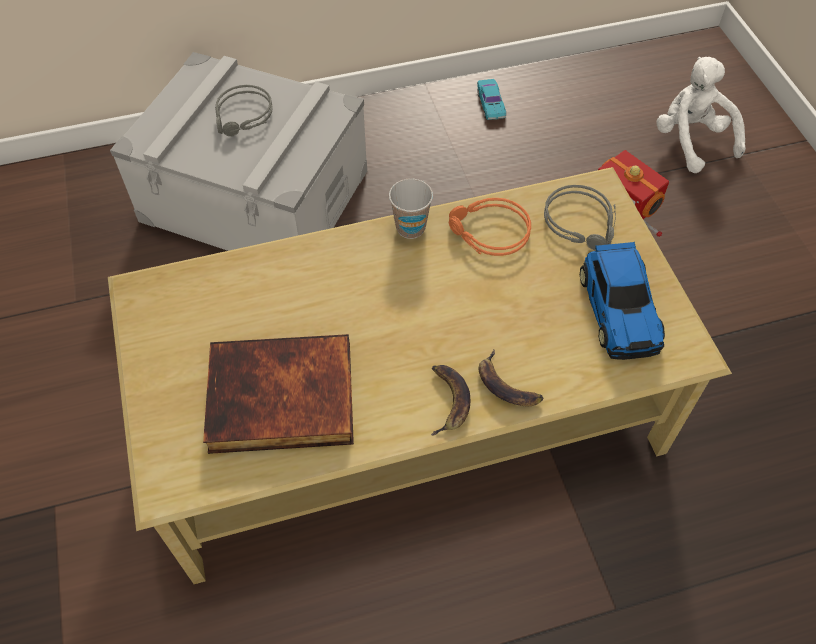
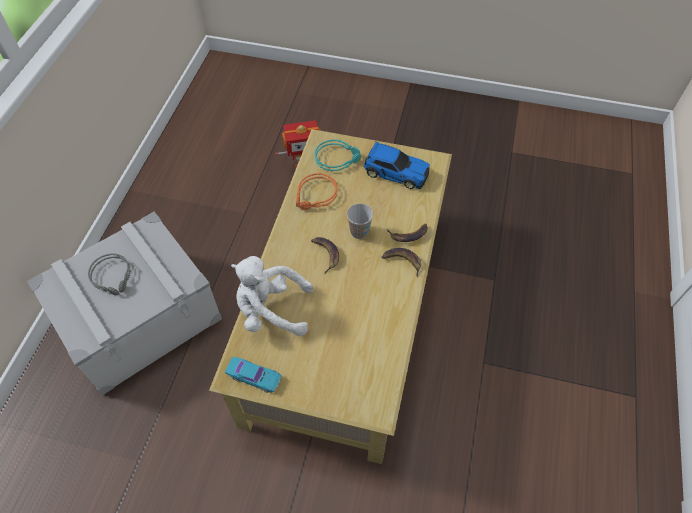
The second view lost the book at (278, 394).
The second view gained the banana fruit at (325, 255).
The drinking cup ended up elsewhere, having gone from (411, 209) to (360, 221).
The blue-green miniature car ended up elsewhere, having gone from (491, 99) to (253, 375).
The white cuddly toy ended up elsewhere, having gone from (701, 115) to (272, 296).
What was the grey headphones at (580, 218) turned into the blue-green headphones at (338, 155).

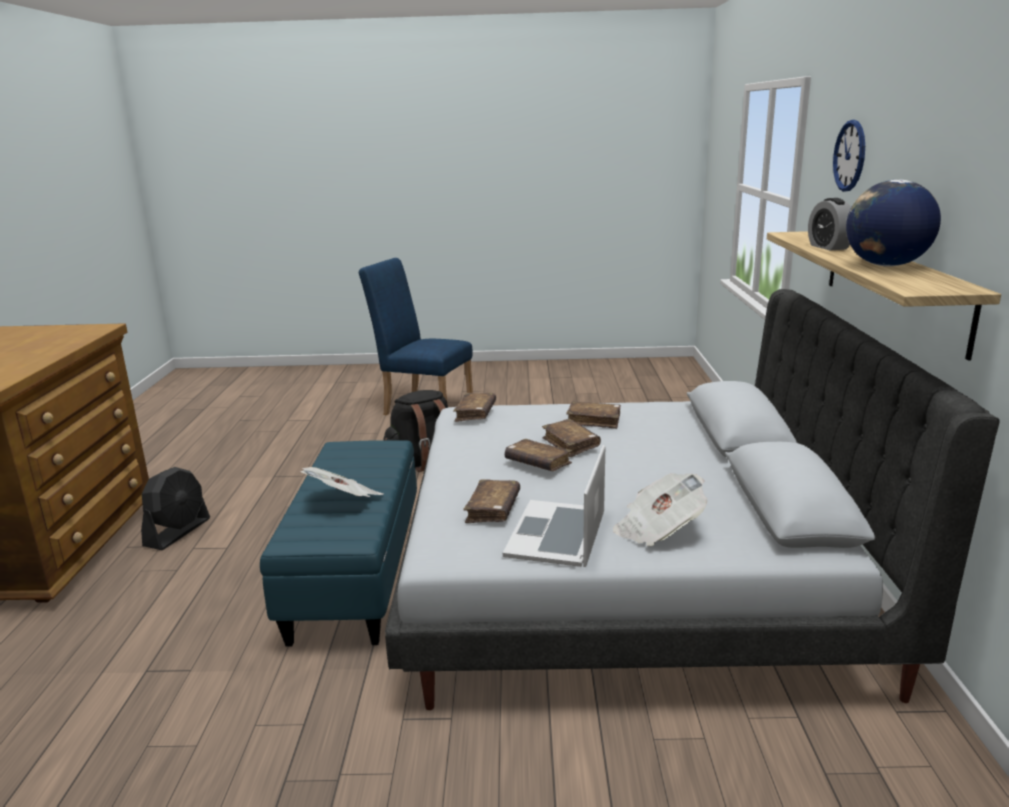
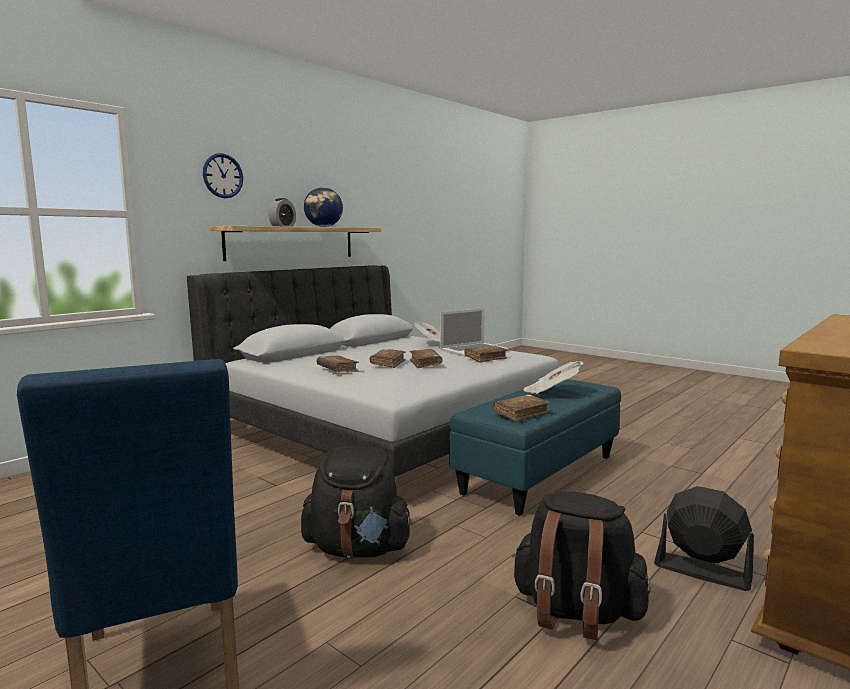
The second view gained the black backpack at (581, 565).
The brown-coloured book ended up elsewhere, having gone from (474, 407) to (522, 408).
The black electric fan at (175, 508) ended up facing another way, 60 degrees clockwise from before.

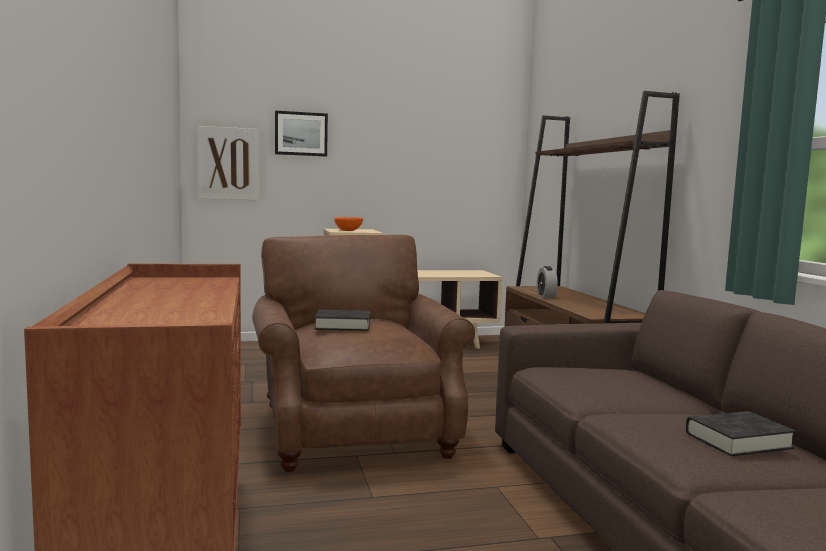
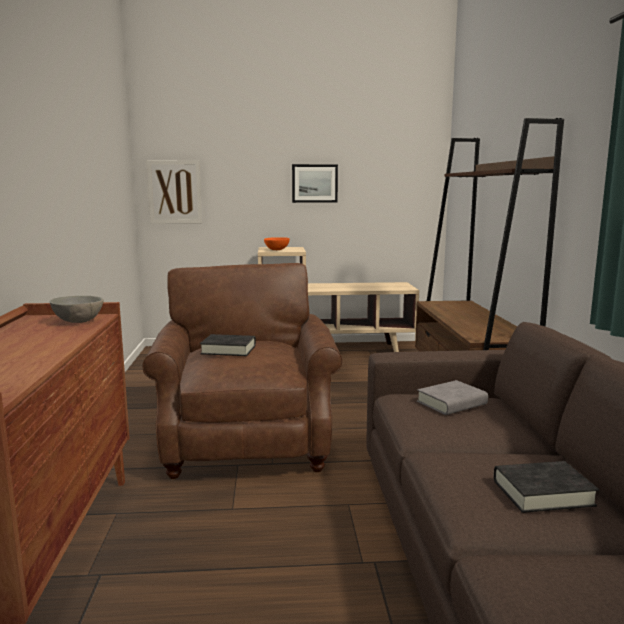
The second view lost the bedside clock at (547, 282).
The second view gained the grey bowl at (76, 309).
The second view gained the grey book at (452, 397).
The wall picture ended up elsewhere, having gone from (301, 133) to (315, 183).

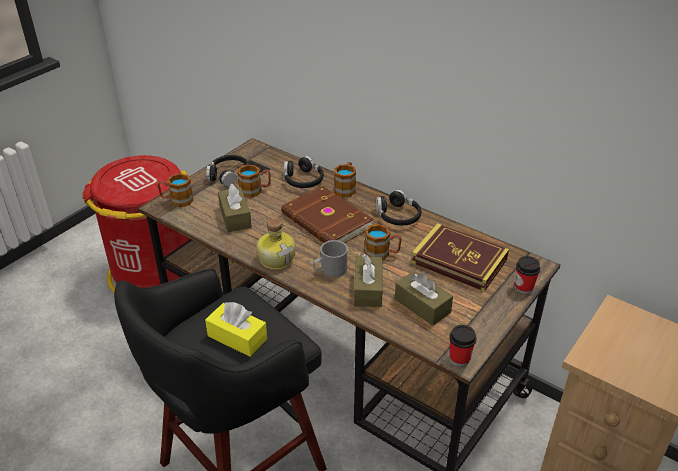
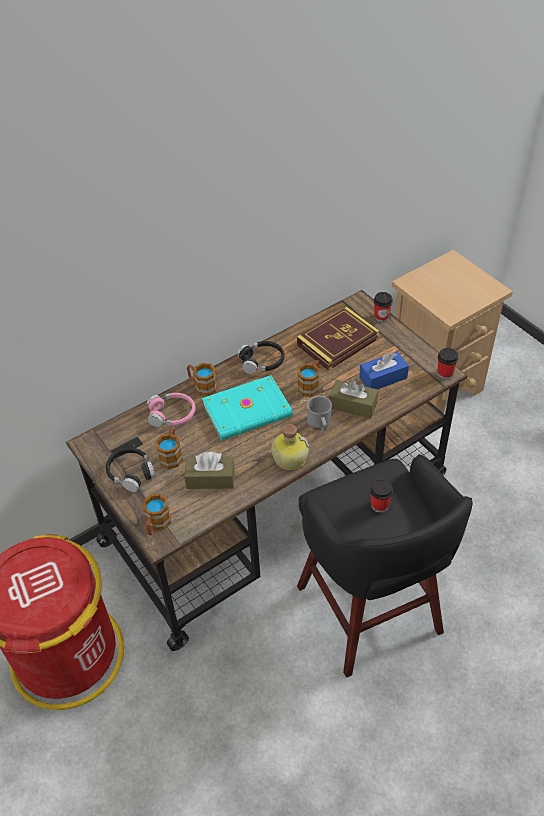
Where the yellow-coloured tissue holder stood at (236, 329), the drinking cup came to stand at (381, 496).
What was the brown-coloured book at (327, 214) turned into the blue-green book at (247, 408).
What was the black headphones at (304, 172) turned into the pinkish headphones at (171, 410).
What was the brown-coloured tissue holder at (424, 298) turned into the blue-coloured tissue holder at (384, 370).

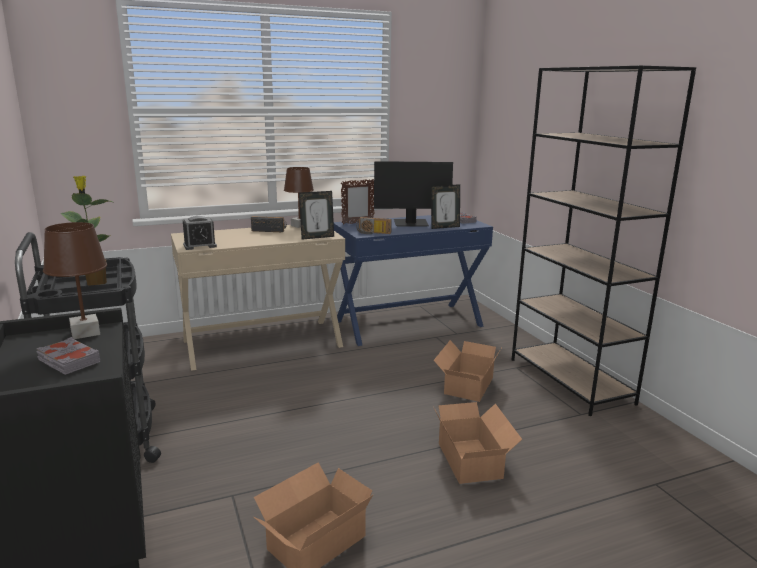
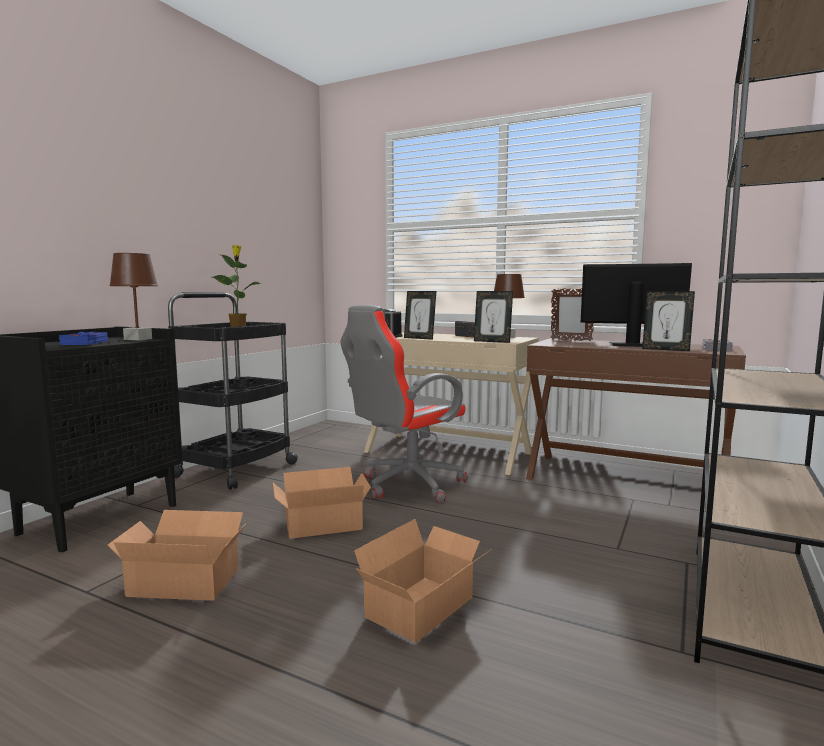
The second view lost the radio at (374, 225).
The second view gained the grey computer chair at (404, 404).
The second view gained the picture frame at (420, 315).
The cardboard box ended up elsewhere, having gone from (468, 371) to (322, 503).
What was the grey book at (68, 356) turned into the blue-coloured book at (83, 338).
What was the blue-coloured desk unit at (413, 280) turned into the brown-coloured desk unit at (636, 409).
The monitor at (413, 194) ended up facing another way, 150 degrees clockwise from before.

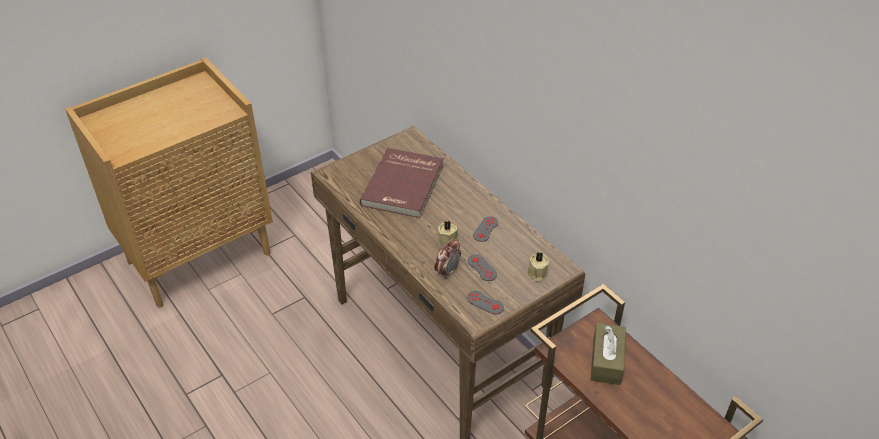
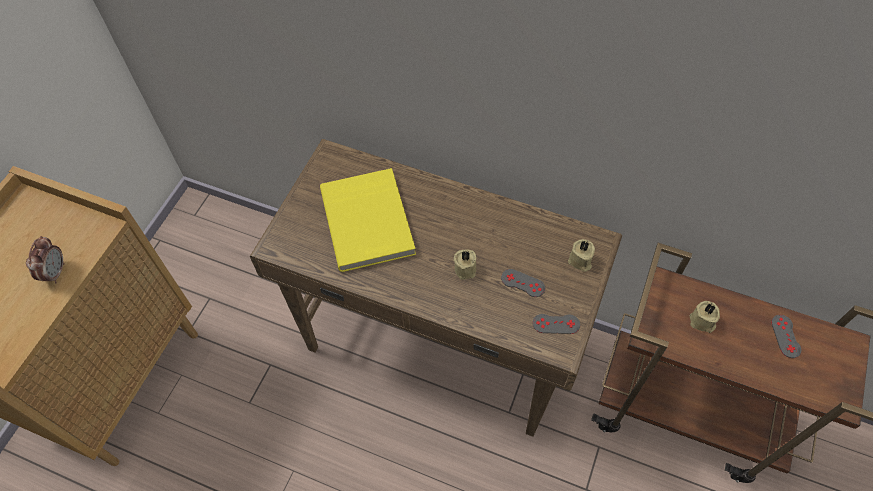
The bedside clock ended up elsewhere, having gone from (447, 258) to (45, 259).
The grey gamepad ended up elsewhere, having gone from (485, 229) to (786, 336).
Where the brown-coloured tissue holder stood at (608, 354), the sand-coloured candle came to stand at (705, 317).
What was the reddish book at (402, 183) turned into the yellow-coloured book at (368, 220).

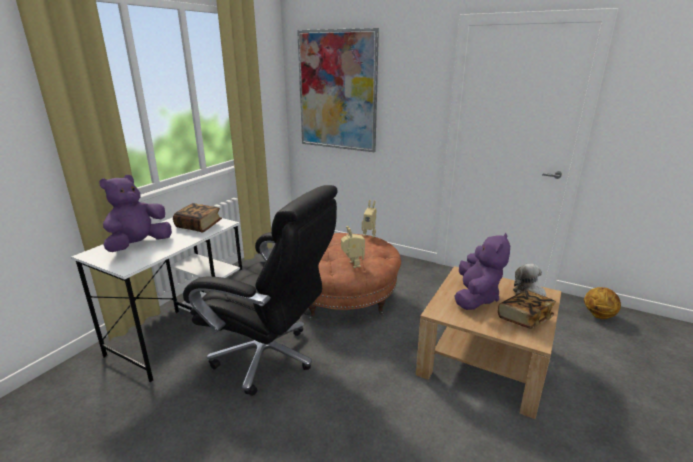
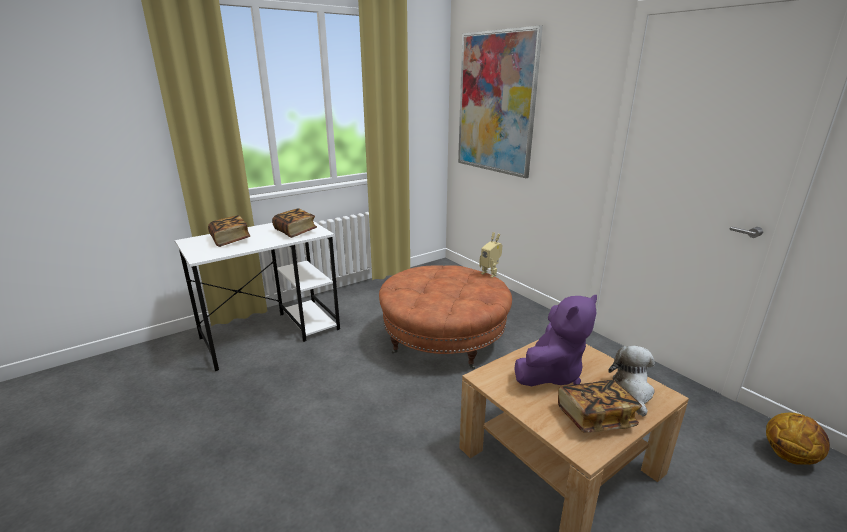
The second view lost the black computer chair at (260, 290).
The second view lost the model robot at (353, 247).
Where the purplish cuddly toy stood at (135, 213), the book came to stand at (229, 231).

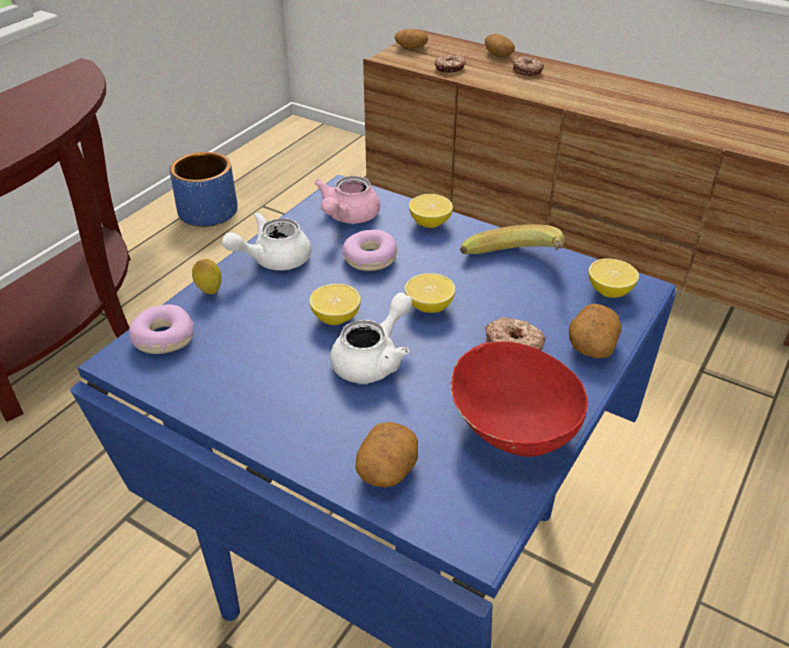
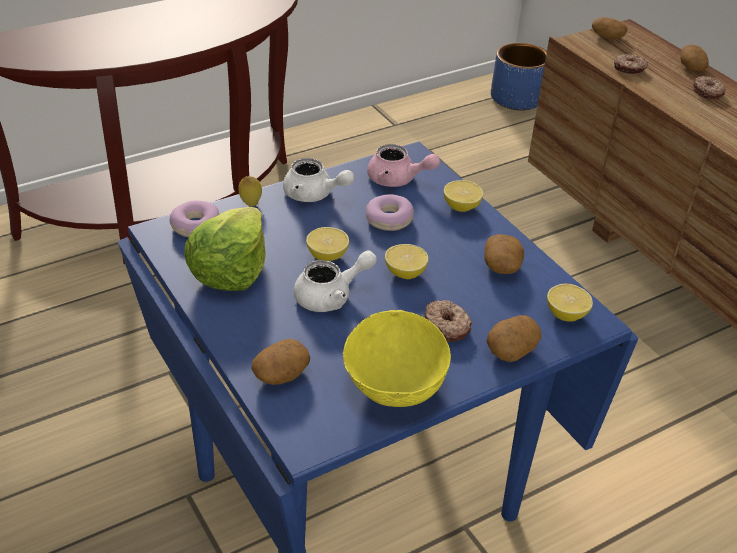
The second view gained the head of lettuce at (225, 249).
The blue-coloured planter ended up elsewhere, having gone from (203, 189) to (519, 76).
Where the banana fruit stood at (512, 239), the potato came to stand at (504, 254).
What was the reddish bowl at (519, 399) turned into the yellow-coloured bowl at (397, 358).
The white pot for tea at (266, 241) ended up facing another way, 150 degrees counterclockwise from before.
The pinkish pot for tea at (347, 199) ended up facing another way, 120 degrees counterclockwise from before.

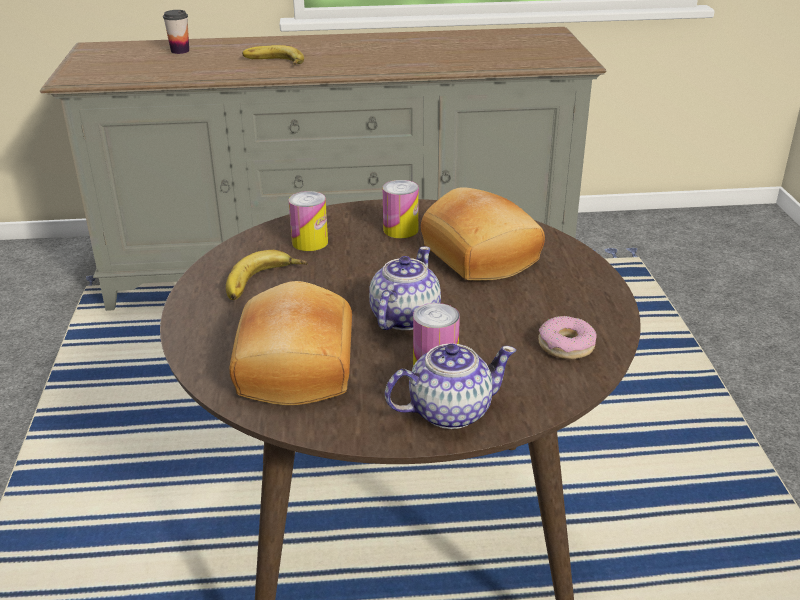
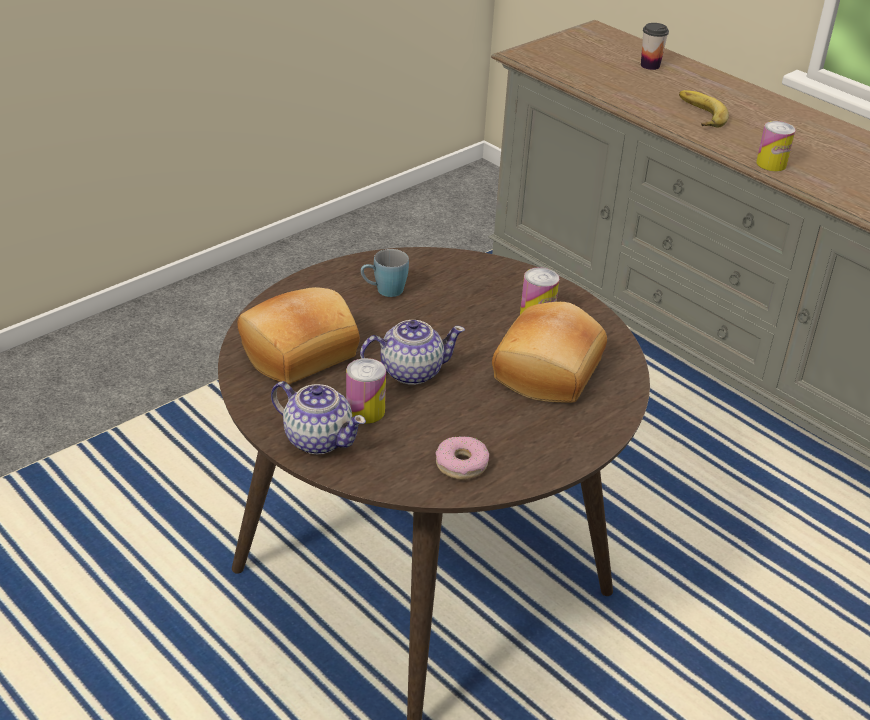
The metal can ended up elsewhere, having gone from (308, 221) to (775, 146).
Where the banana fruit stood at (266, 275), the blue-coloured coffee mug came to stand at (385, 273).

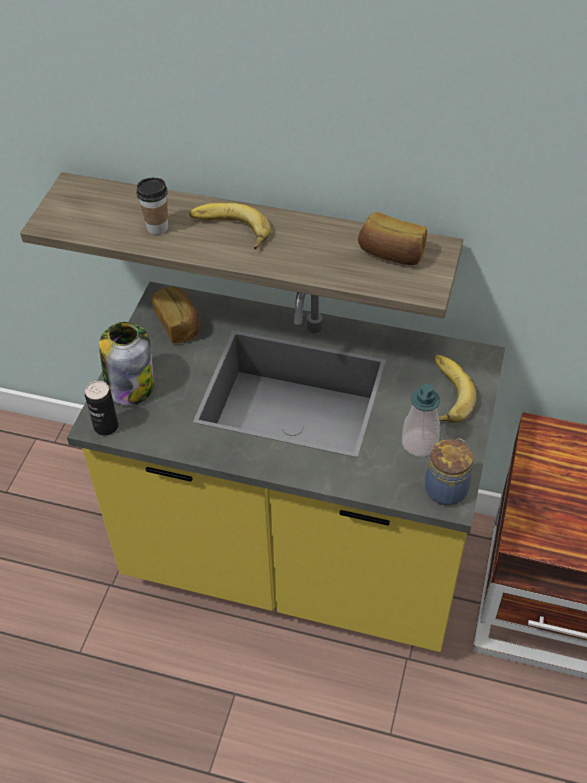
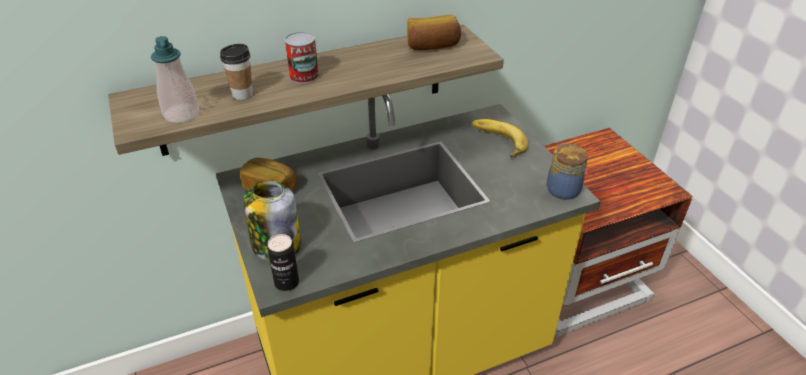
The liquid soap bottle ended up elsewhere, having gone from (421, 420) to (175, 79).
Where the banana fruit stood at (230, 226), the metal can came to stand at (301, 57).

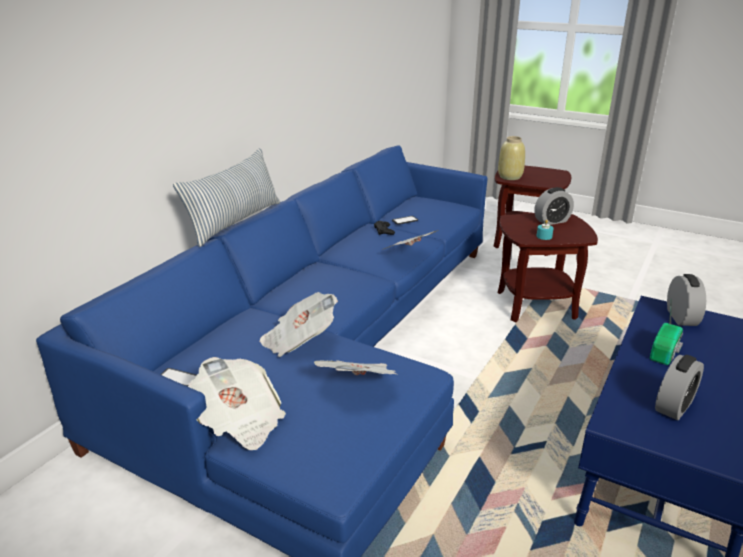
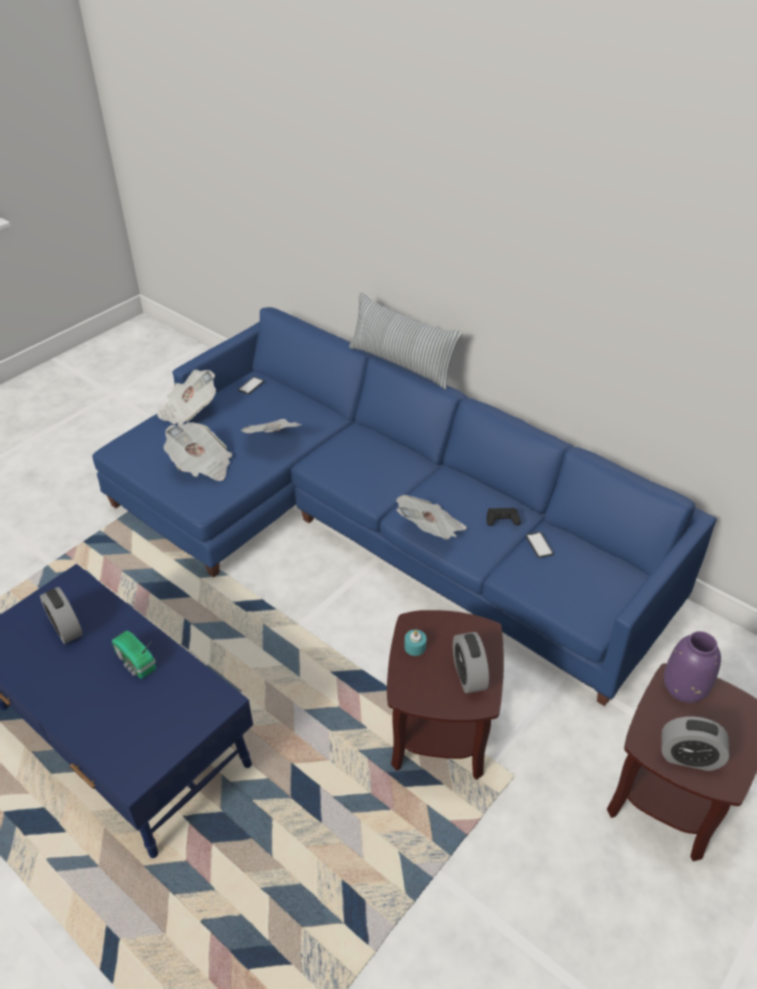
The bedside clock ended up elsewhere, having gone from (686, 300) to (695, 743).
What was the sand-coloured vase at (511, 158) turned into the purplish vase at (692, 667).

